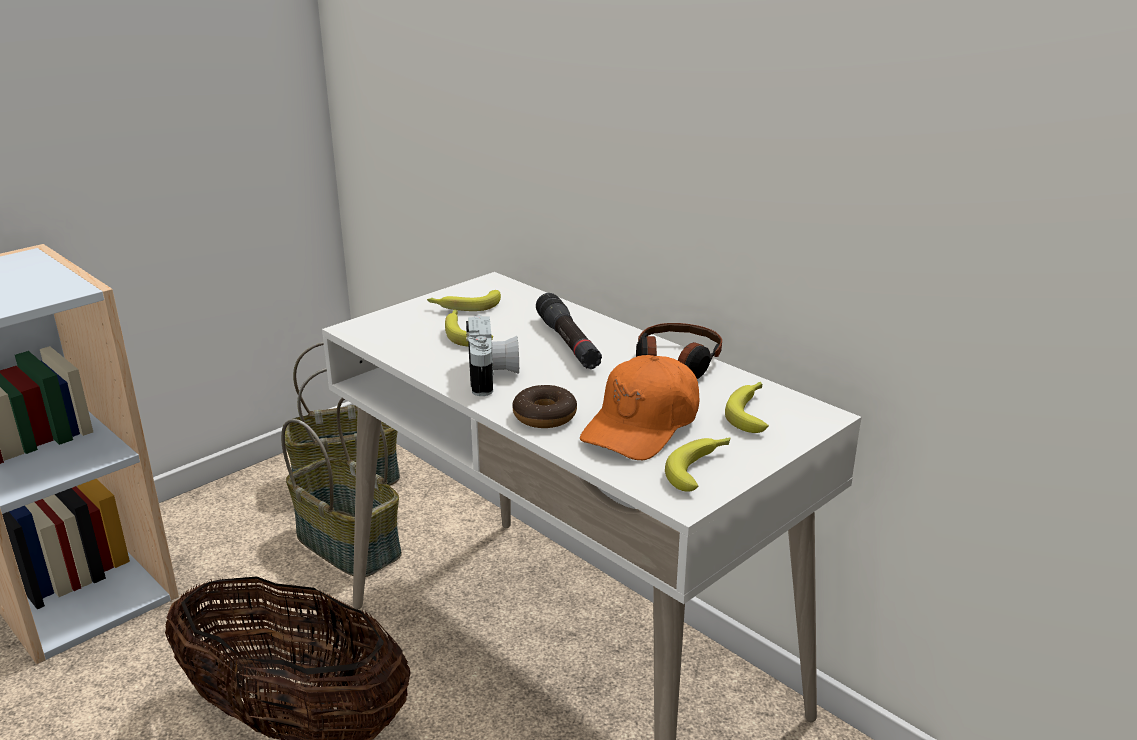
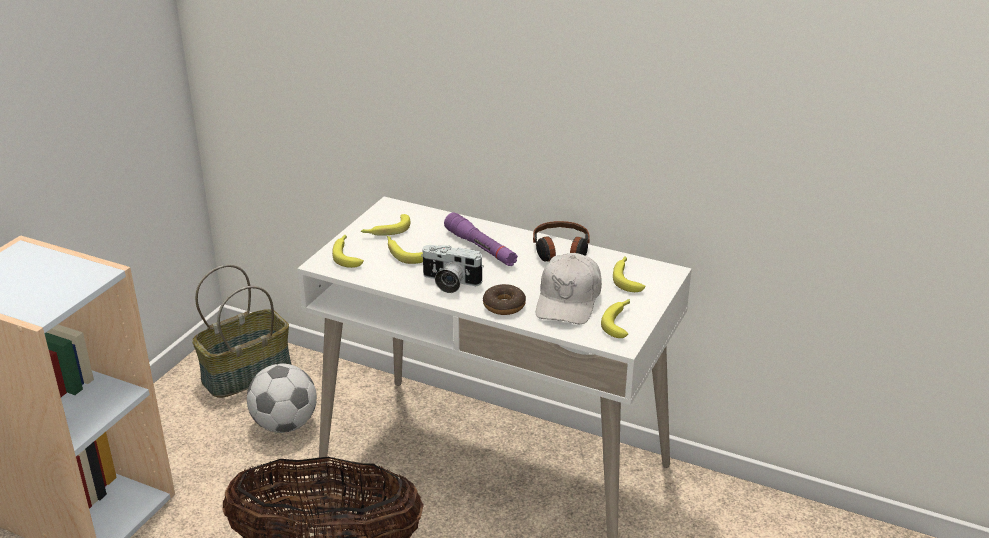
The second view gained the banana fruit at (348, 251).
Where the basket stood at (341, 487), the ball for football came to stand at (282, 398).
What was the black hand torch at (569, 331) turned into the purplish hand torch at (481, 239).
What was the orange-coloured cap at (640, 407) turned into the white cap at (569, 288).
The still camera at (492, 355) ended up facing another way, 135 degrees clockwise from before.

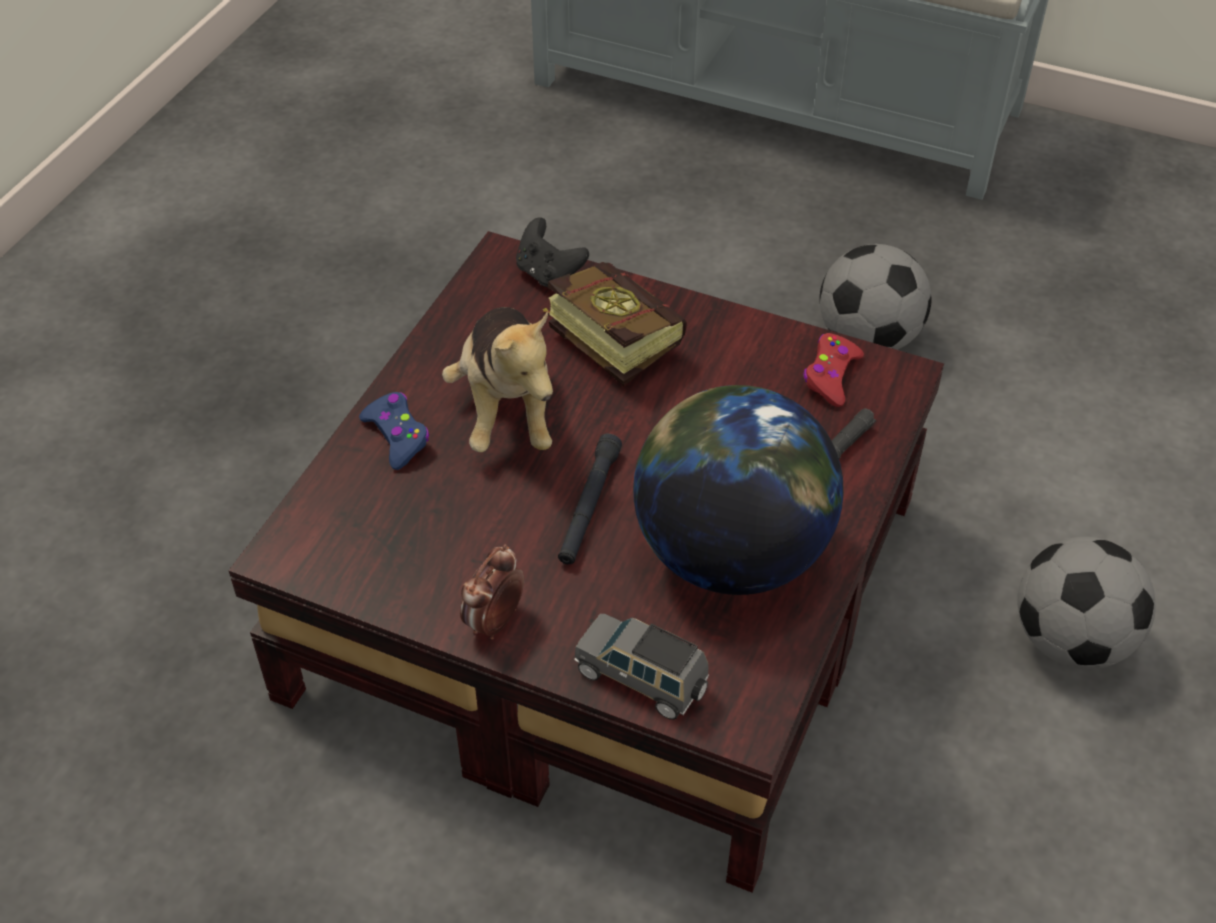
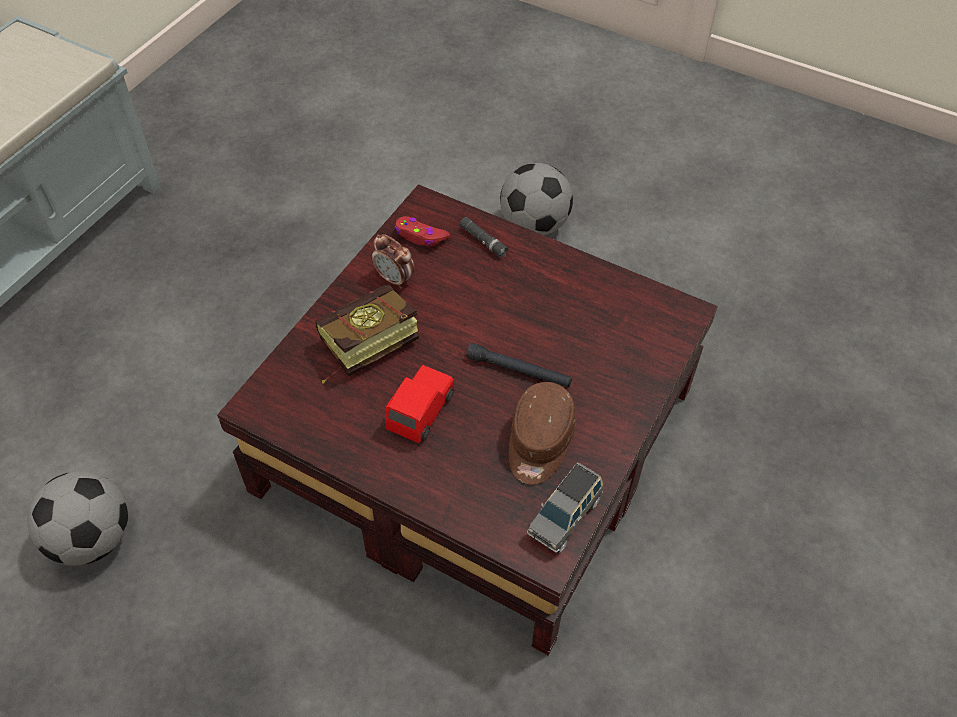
The second view lost the blue-coloured gamepad at (394, 431).
The second view lost the black gamepad at (552, 252).
The second view lost the world globe at (738, 490).
The second view gained the brown-coloured cap at (542, 433).
The bedside clock ended up elsewhere, having gone from (492, 592) to (393, 261).
The grey miniature car ended up elsewhere, having gone from (641, 667) to (565, 508).
The ball for football ended up elsewhere, having gone from (876, 297) to (77, 518).
Where the cuddly toy stood at (497, 379), the reddish miniature car came to stand at (419, 404).

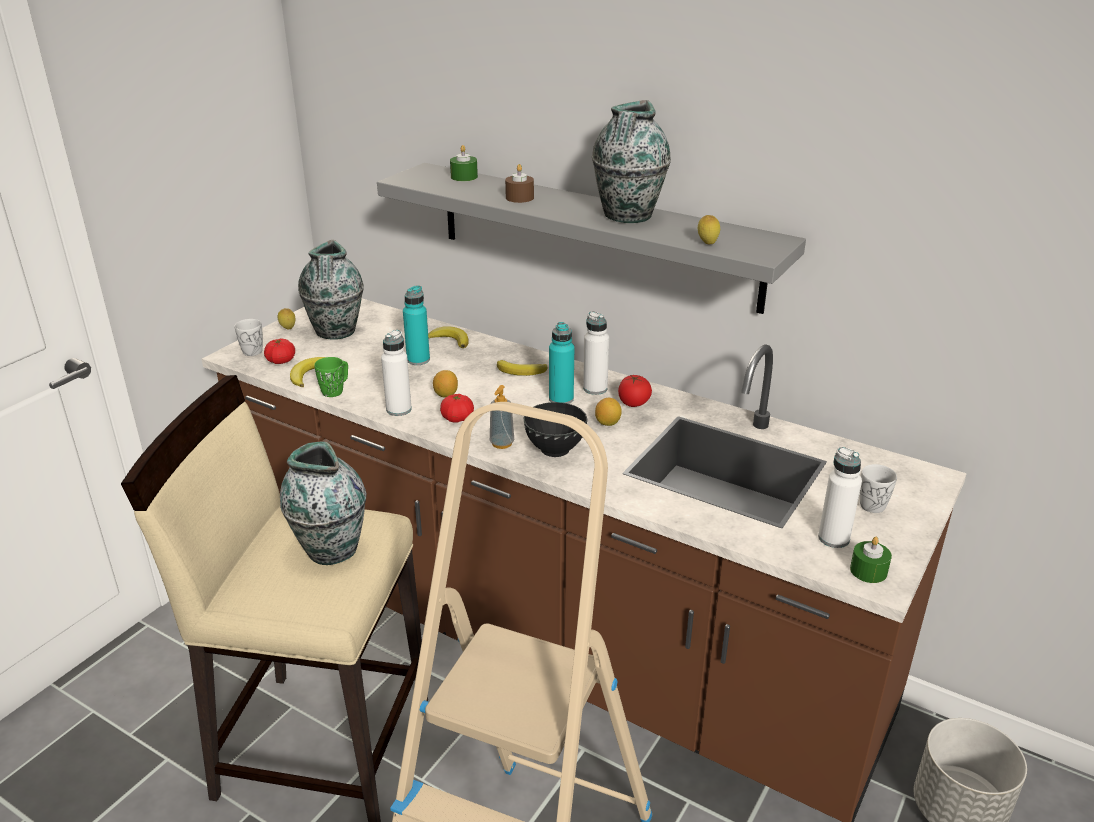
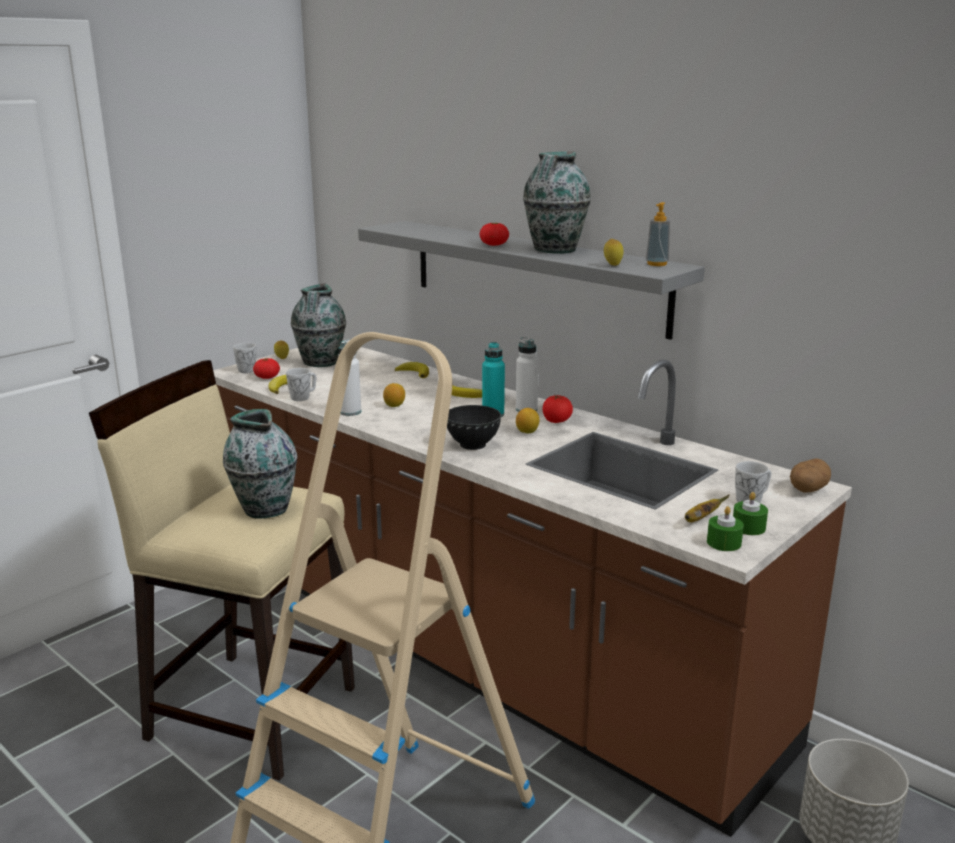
The second view lost the blue-green drink bottle at (416, 325).
The second view lost the brown-coloured candle at (519, 183).
The second view gained the potato at (810, 476).
The whole tomato ended up elsewhere, having gone from (457, 408) to (494, 234).
The green-coloured candle ended up elsewhere, having gone from (464, 163) to (750, 513).
The liquid soap bottle ended up elsewhere, having gone from (502, 417) to (658, 234).
Where the white drink bottle stood at (840, 497), the banana fruit came to stand at (707, 508).
What was the green-coloured coffee mug at (331, 377) turned into the white coffee mug at (301, 384).

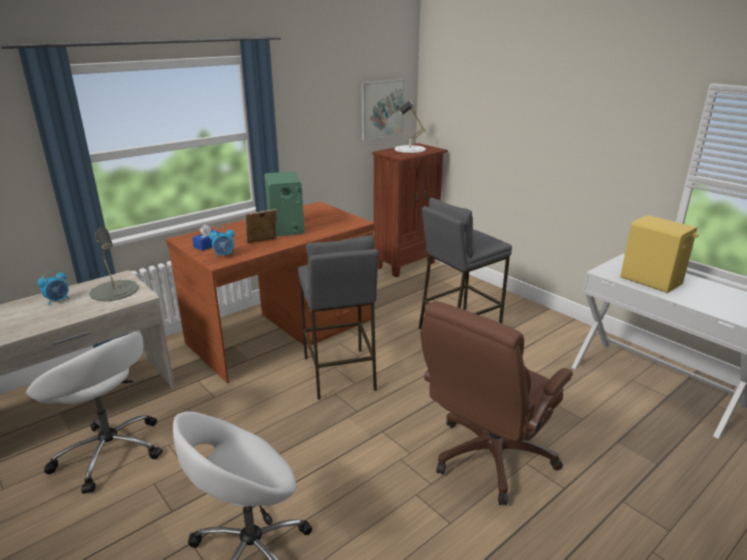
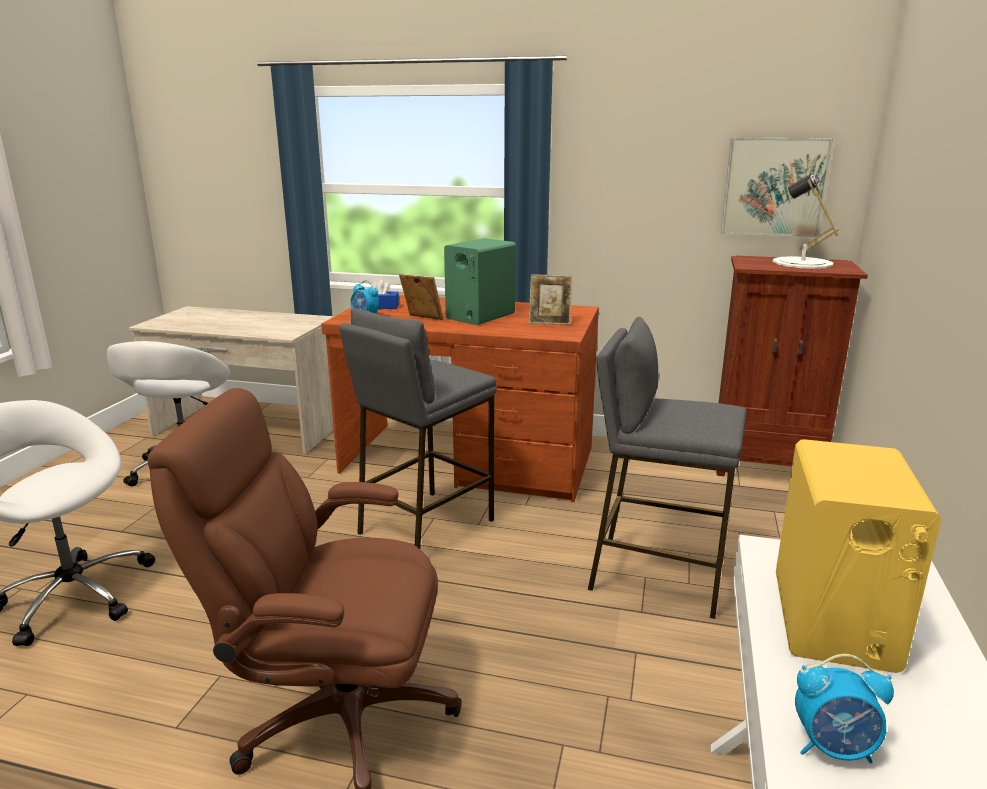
The second view lost the grey tabletop lamp at (114, 264).
The second view gained the picture frame at (551, 299).
The bedside clock ended up elsewhere, having gone from (54, 288) to (844, 708).

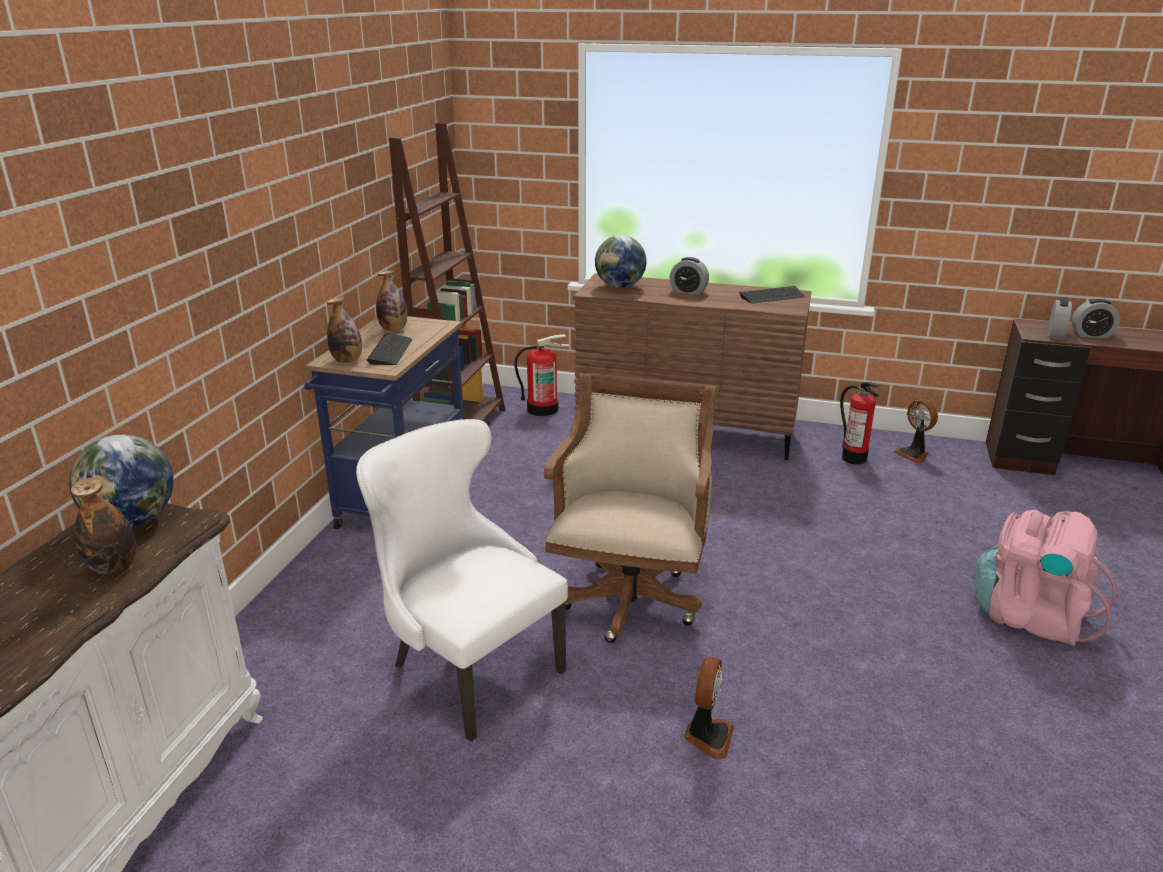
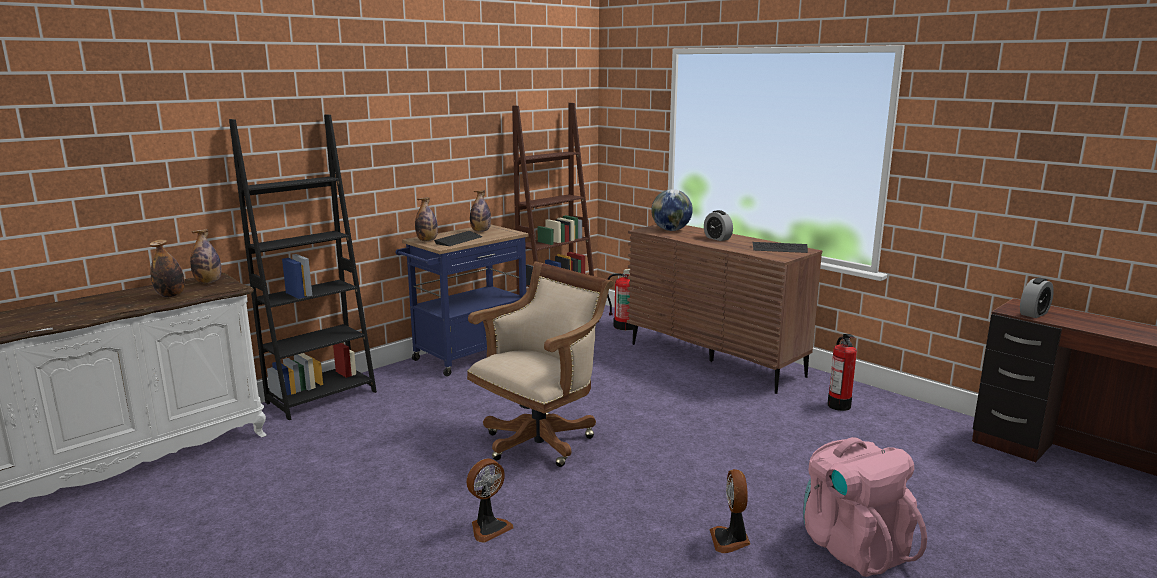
The second view lost the white upright chair at (462, 580).
The second view lost the bedside clock at (1096, 318).
The second view gained the black bookshelf at (303, 267).
The electric fan ended up elsewhere, having gone from (915, 431) to (730, 511).
Where the world globe stood at (121, 480), the drink bottle came to stand at (206, 256).

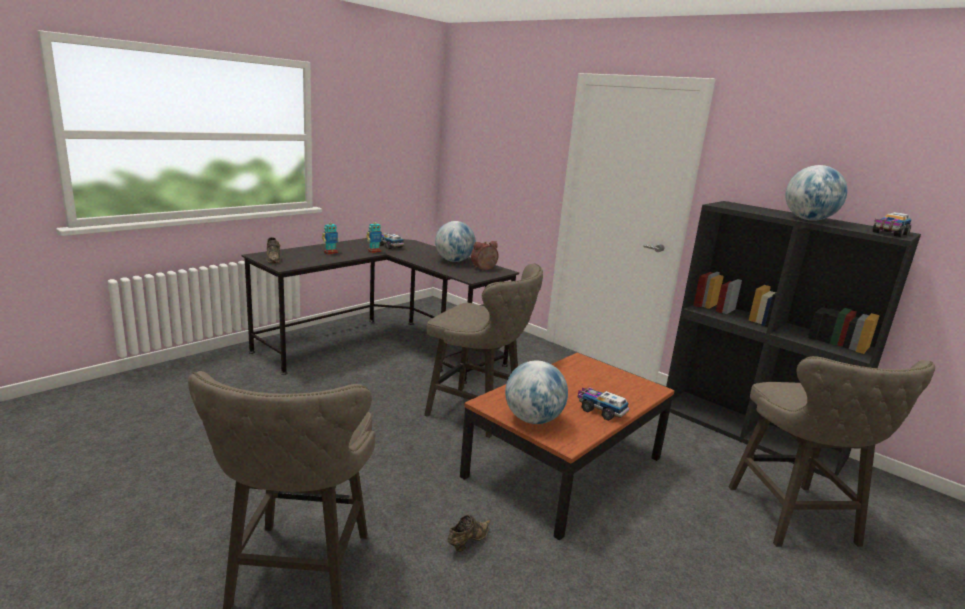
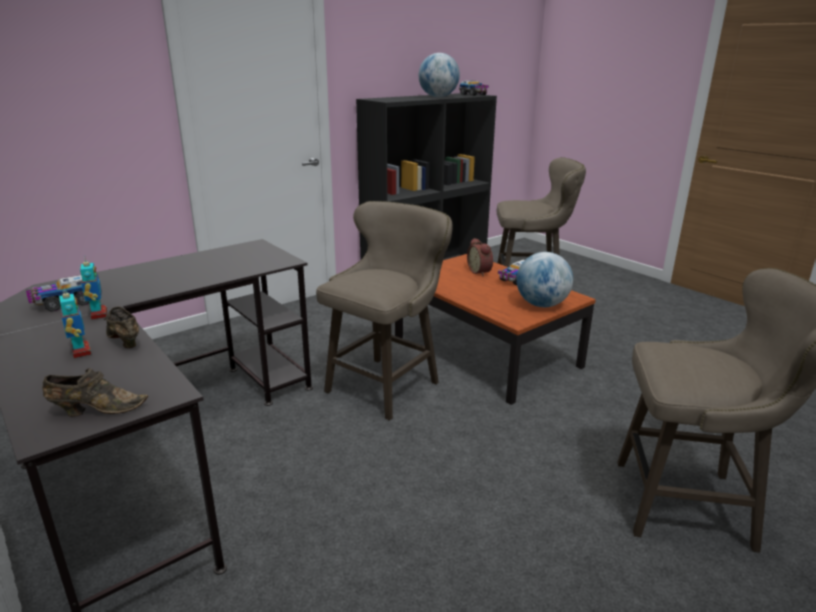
The second view lost the world globe at (455, 241).
The brown-coloured low shoe ended up elsewhere, having gone from (469, 533) to (121, 327).
The bedside clock ended up elsewhere, having gone from (484, 255) to (480, 257).

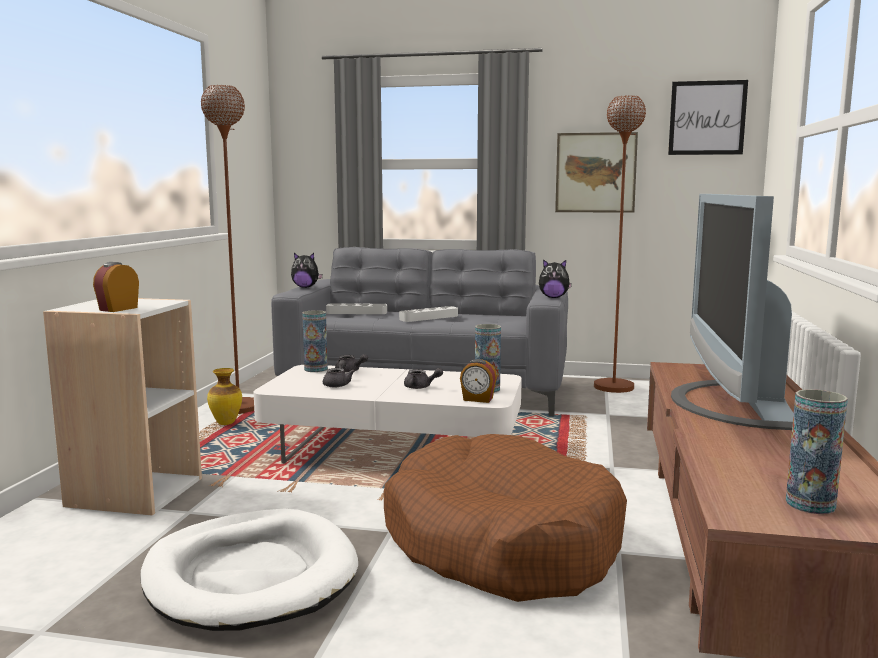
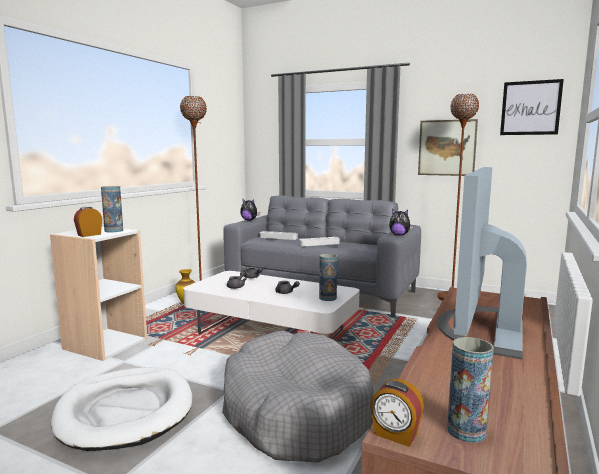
The vase ended up elsewhere, having gone from (315, 341) to (112, 209).
The bedside clock ended up elsewhere, having gone from (478, 381) to (397, 413).
What was the brown-coloured dog bed at (505, 518) turned into the grey dog bed at (298, 397).

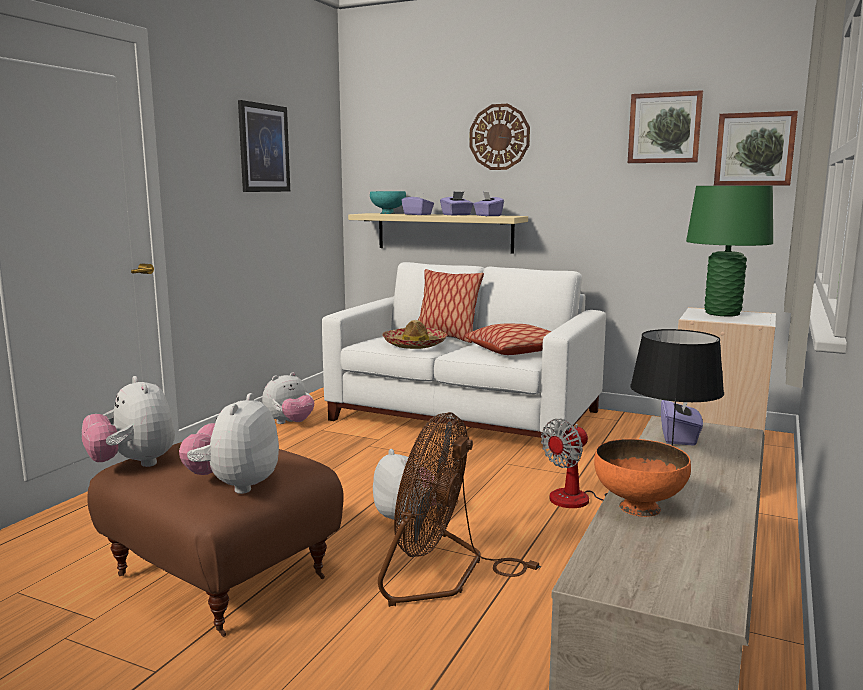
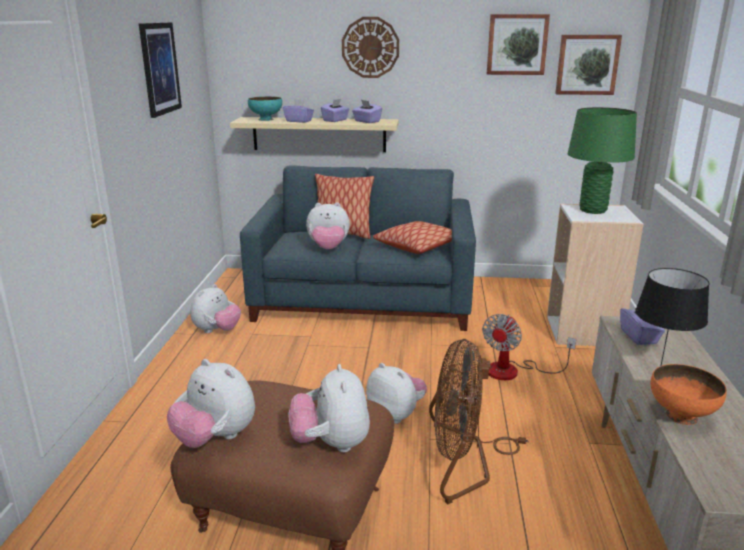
Where the hat stood at (414, 334), the cuddly toy came to stand at (328, 226).
What was the white couch at (464, 359) turned into the blue-coloured couch at (358, 248).

